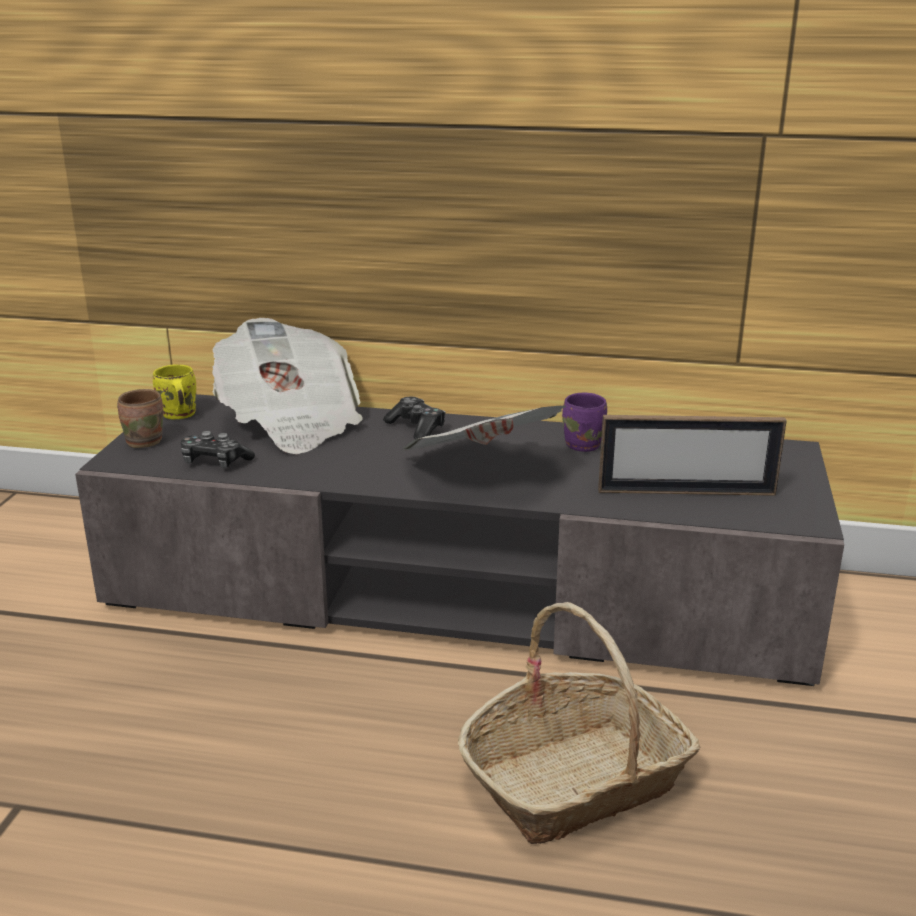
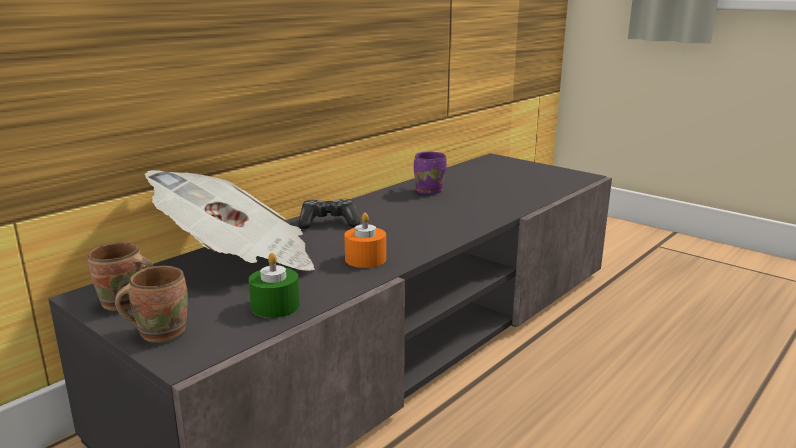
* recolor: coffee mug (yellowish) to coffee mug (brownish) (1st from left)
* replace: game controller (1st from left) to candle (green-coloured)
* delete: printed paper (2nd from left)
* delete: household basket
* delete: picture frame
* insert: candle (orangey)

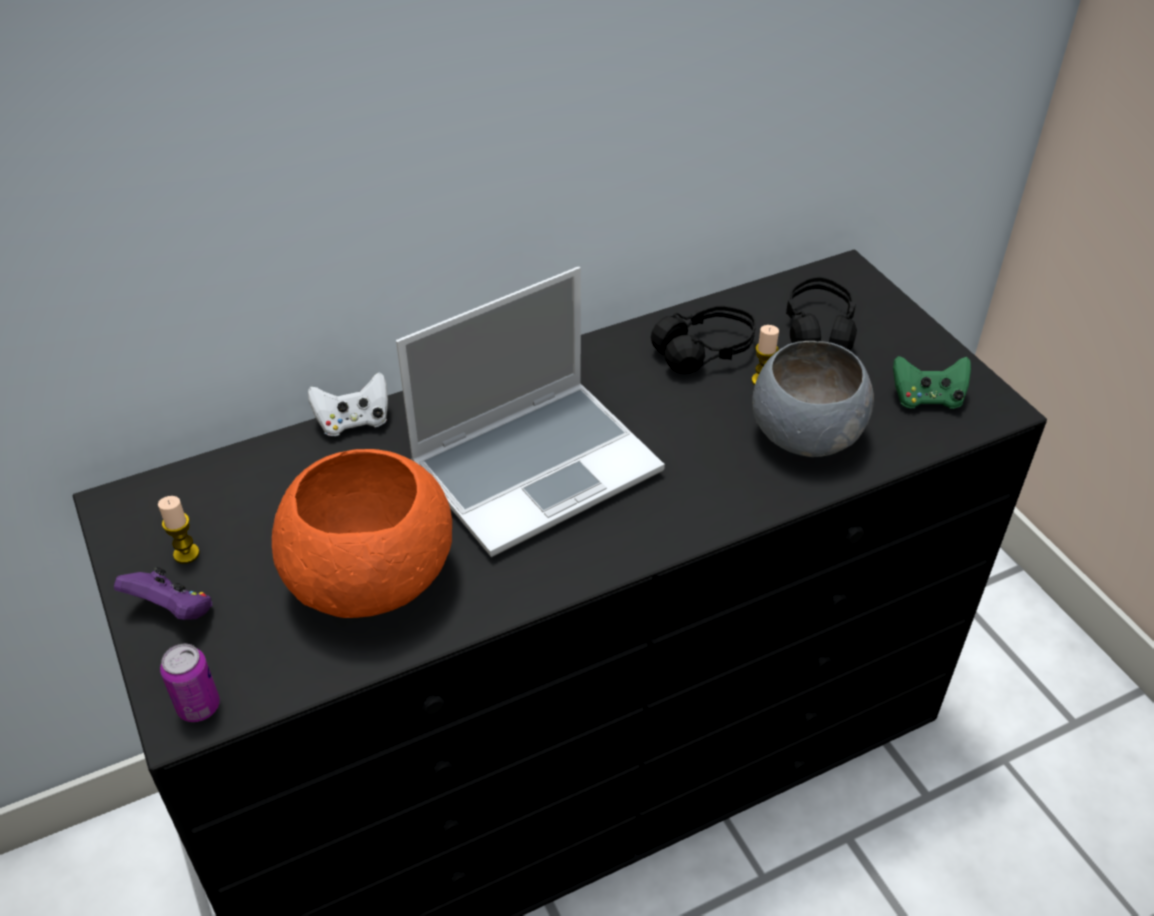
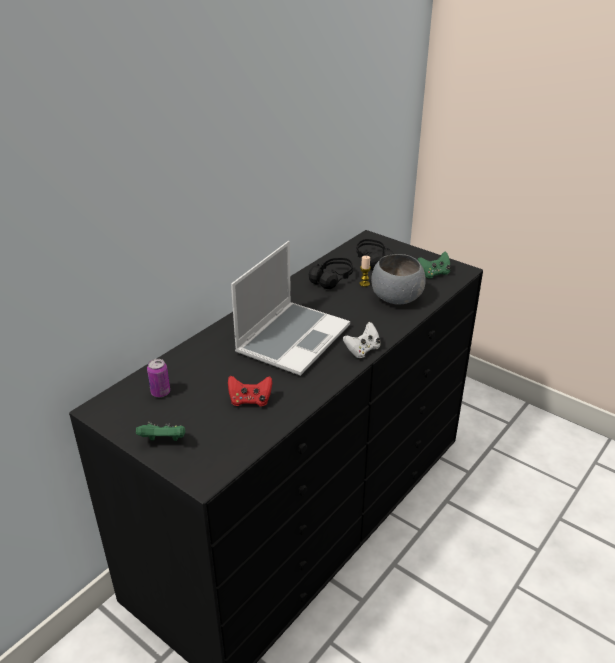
* recolor: game controller (purple) to game controller (green-coloured) (1st from left)
* delete: candle (1st from left)
* move: can
* replace: deep dish (orangey) to game controller (red)
* move: game controller (white)

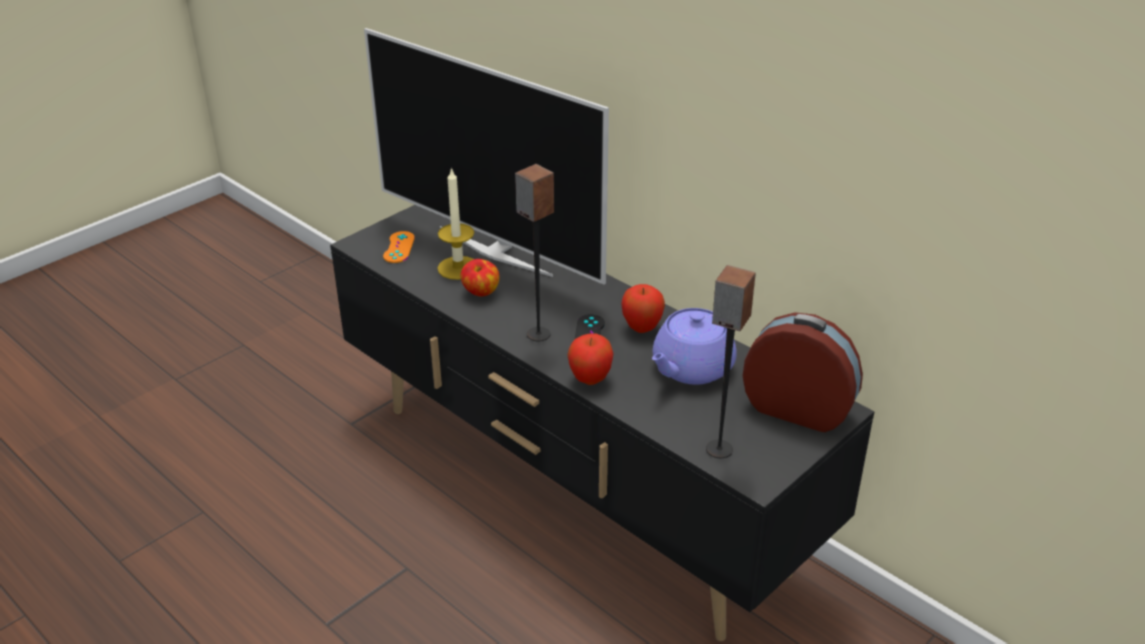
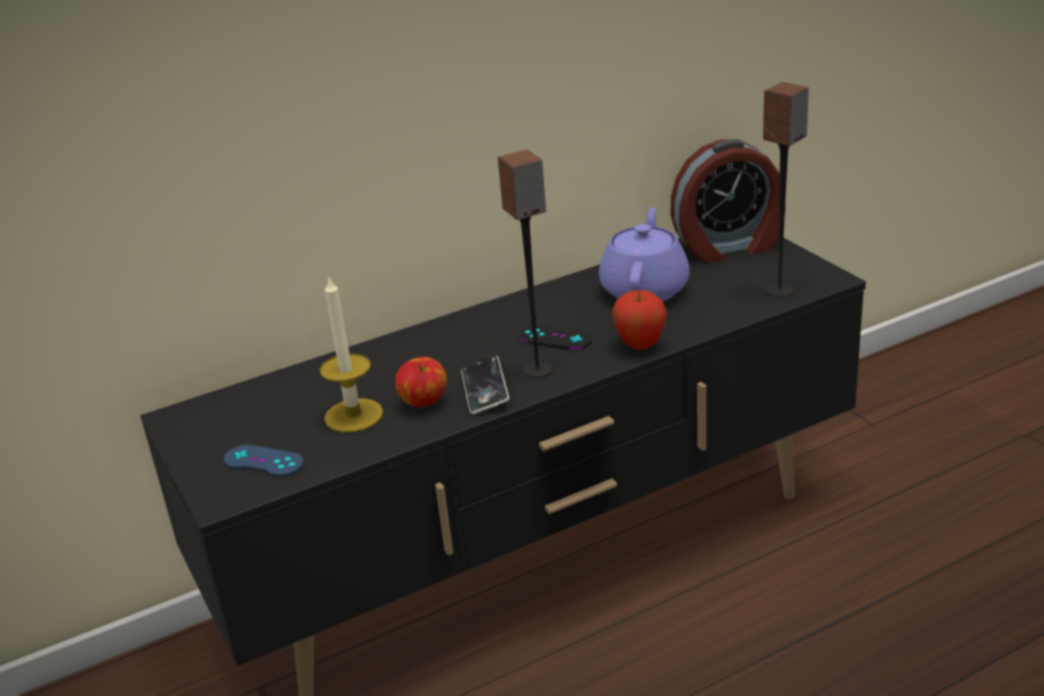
* delete: TV
* recolor: game controller (orangey) to game controller (blue-coloured)
* delete: apple (3rd from left)
* rotate: tea pot (purple) 135 degrees counterclockwise
* rotate: bedside clock 150 degrees counterclockwise
* insert: handset

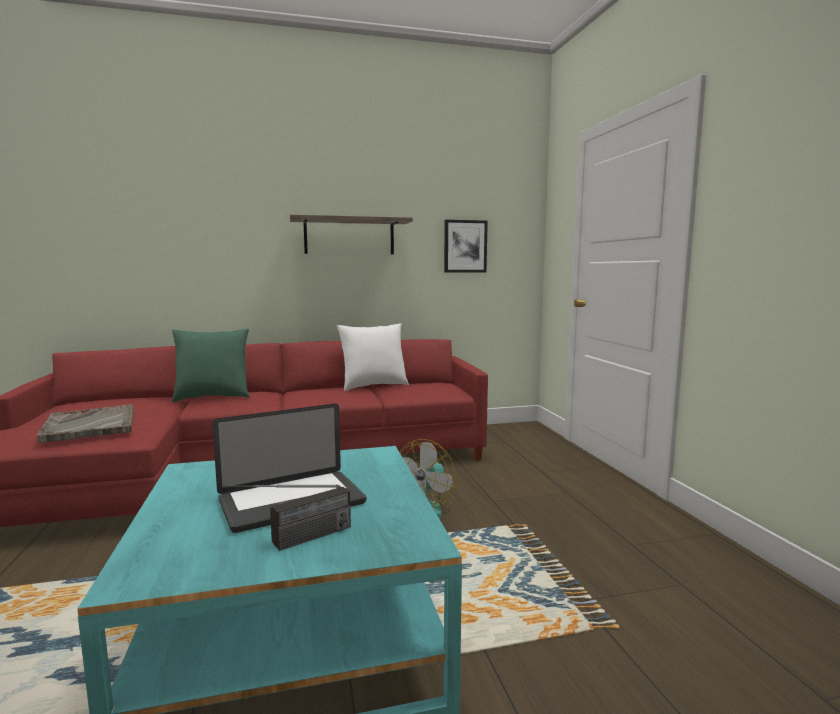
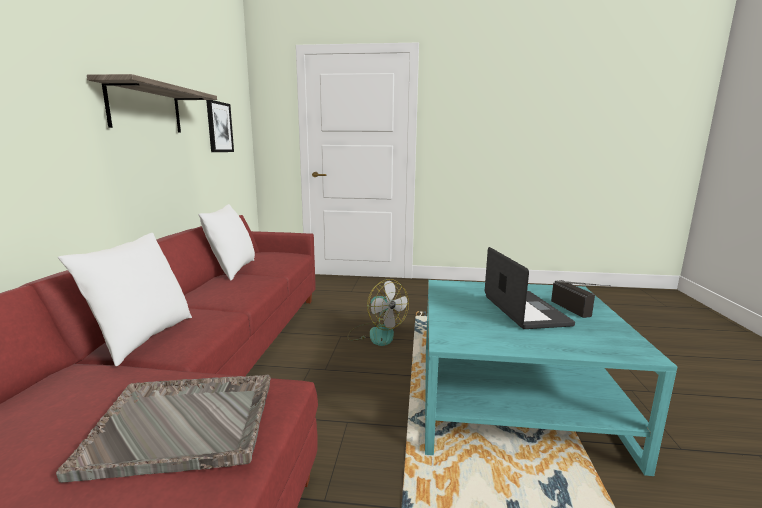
* recolor: cushion (green-coloured) to cushion (white) (1st from left)

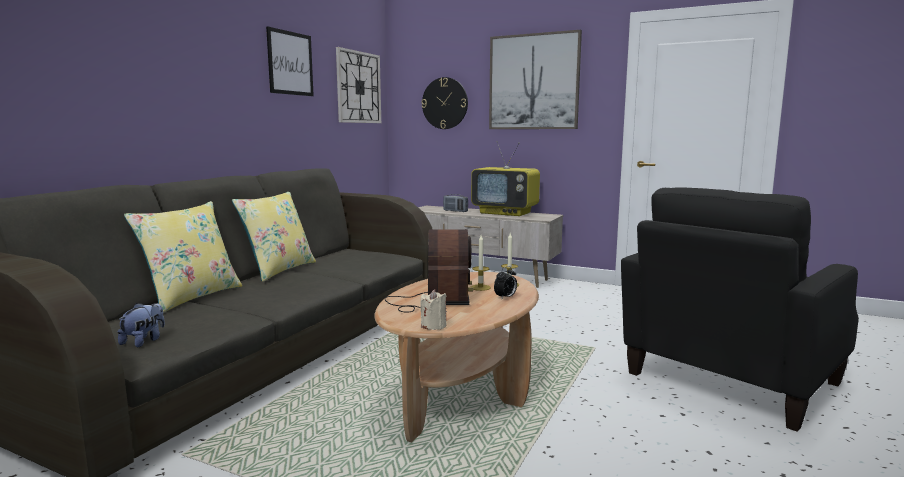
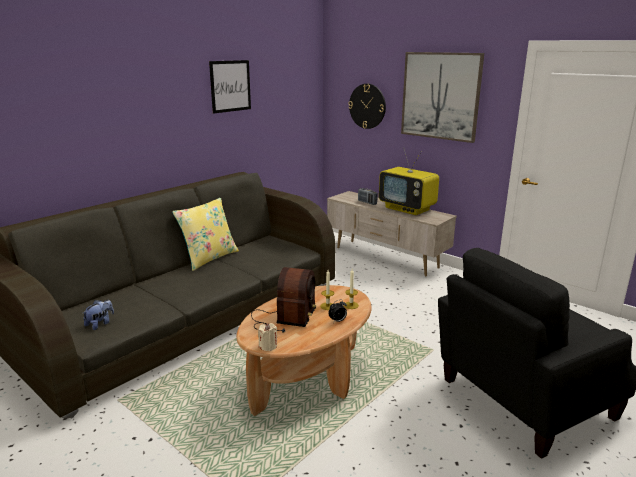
* delete: cushion (yellowish) (1st from left)
* delete: hanging clock (1st from left)

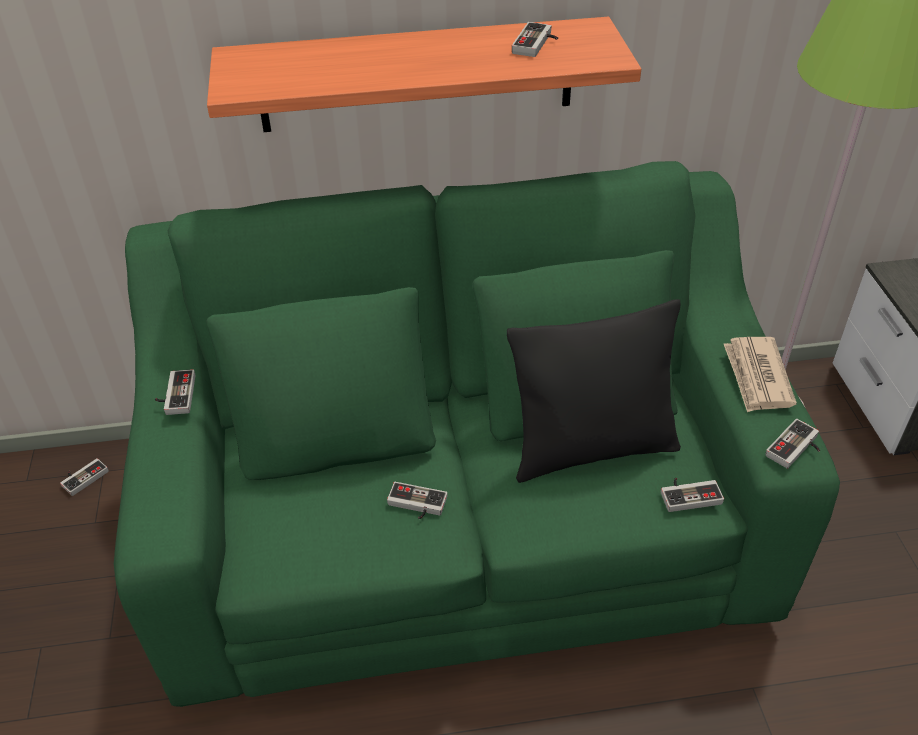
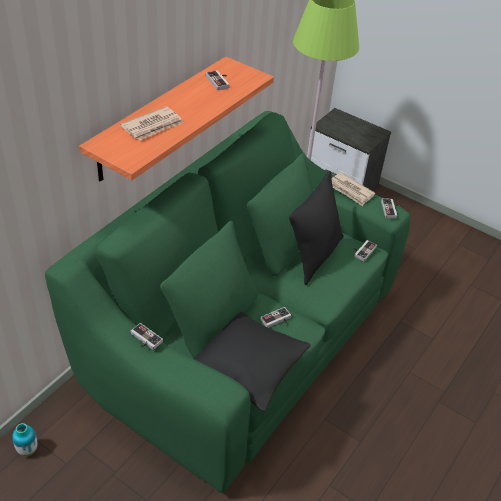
* replace: game controller (1st from left) to decorative vase
* insert: printed paper (1st from left)
* insert: cushion (blackish) (1st from left)

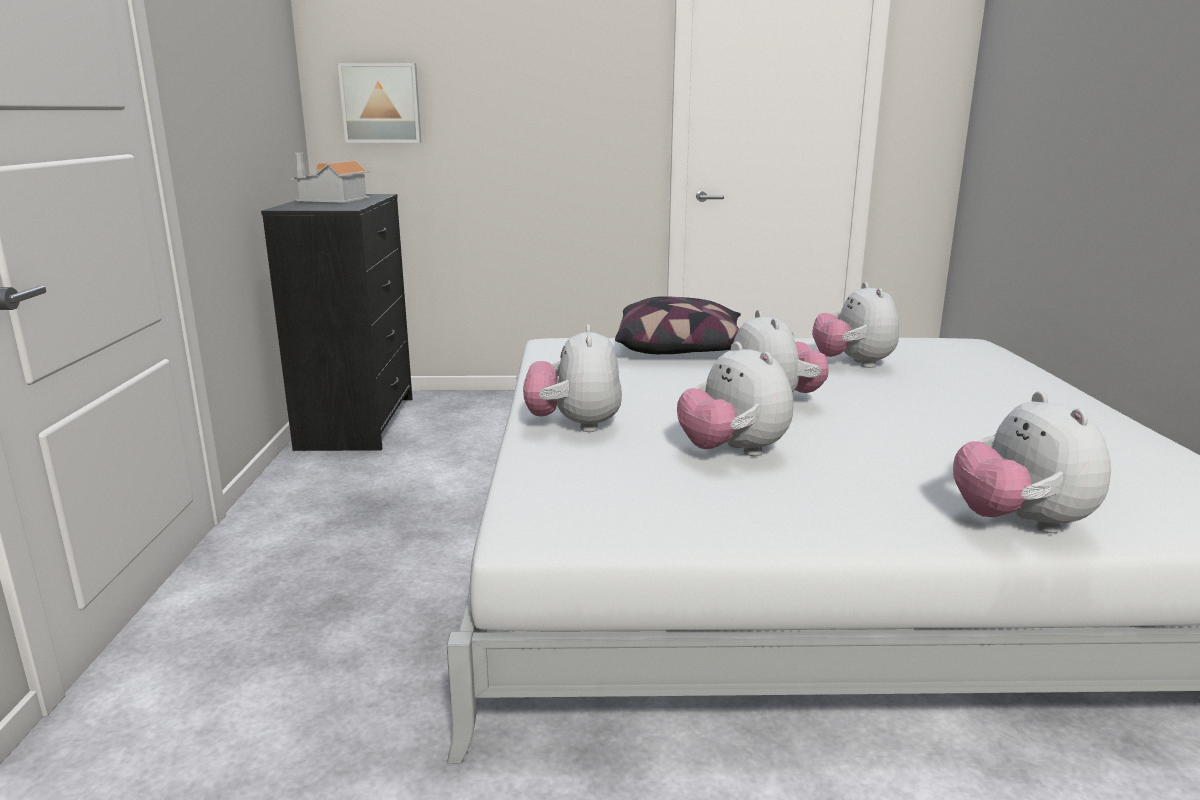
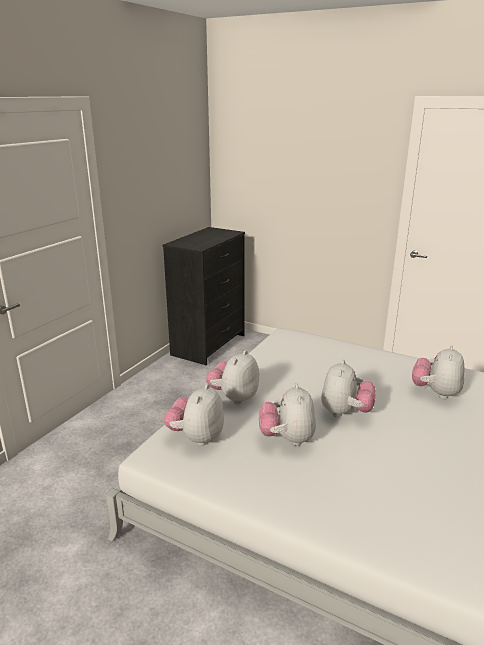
* delete: model house
* delete: picture
* delete: cushion
* move: cuddly toy (5th from left in the first image) to cuddly toy (1st from left)

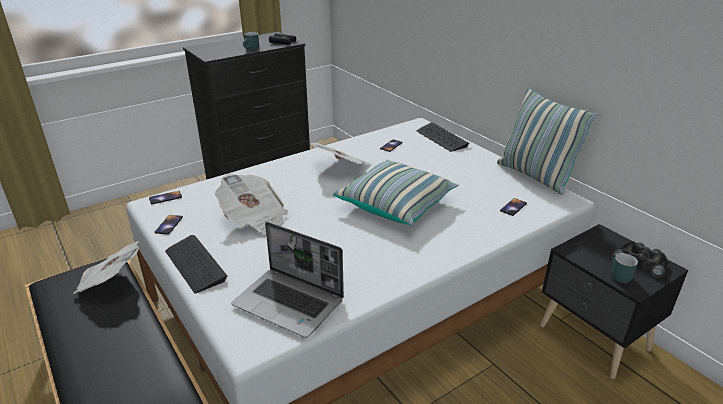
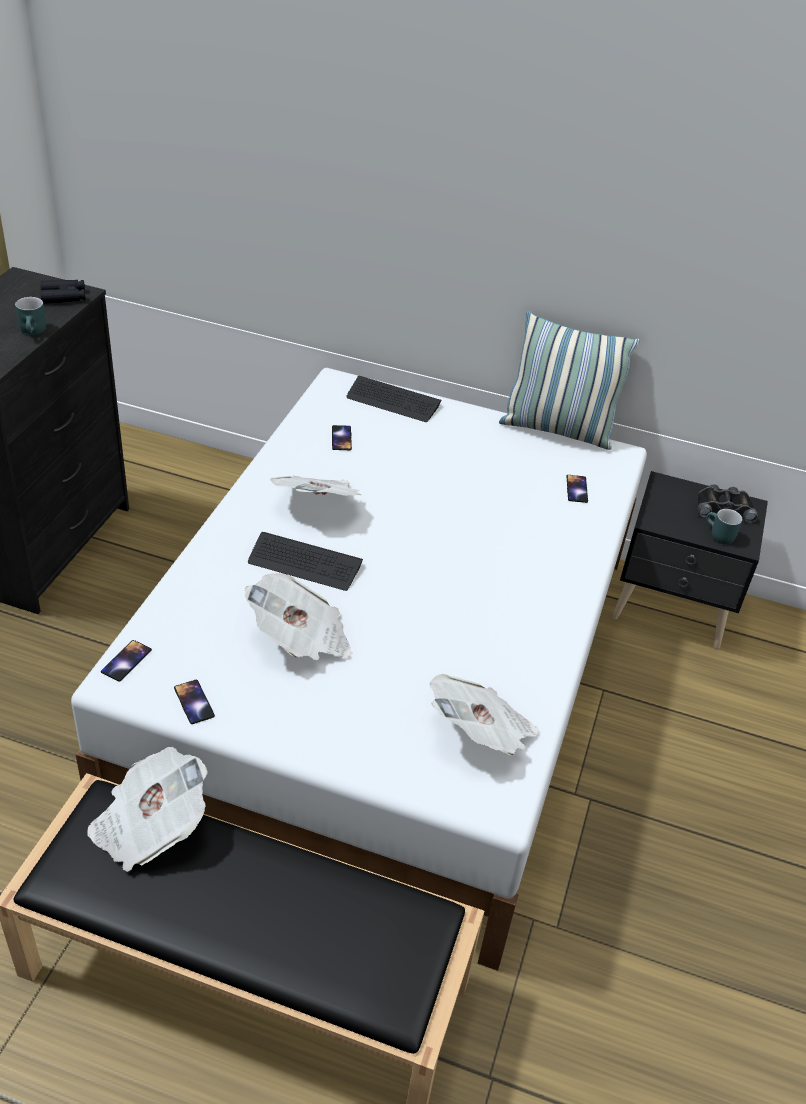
* move: computer keyboard (1st from left)
* replace: notebook computer to printed paper (4th from left)
* delete: cushion (1st from left)

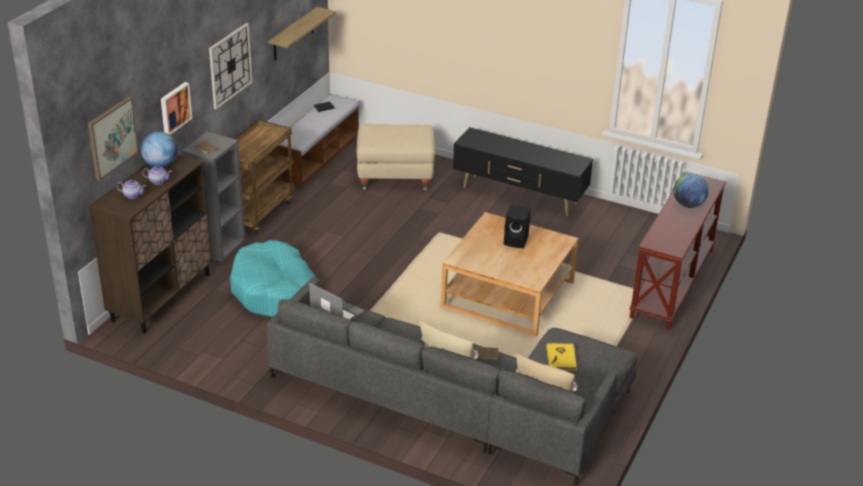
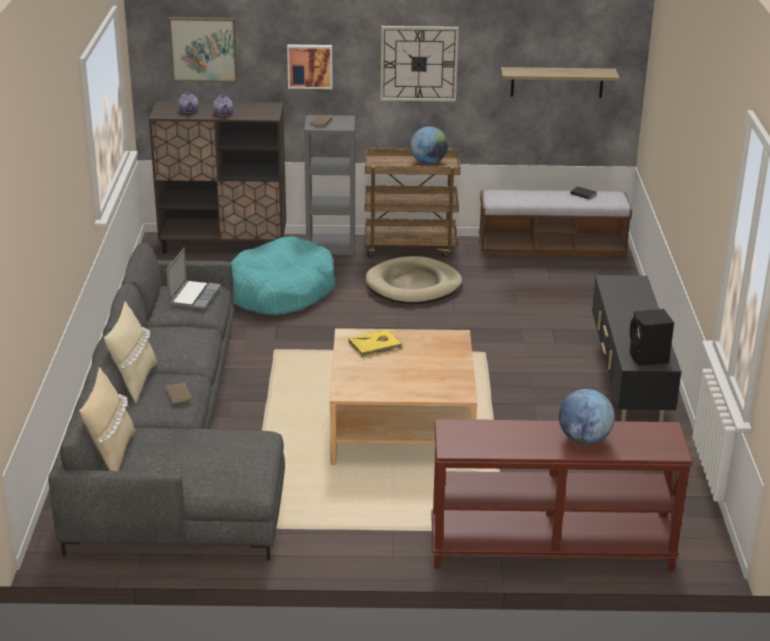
* move: desk globe (1st from left)
* delete: ottoman (beige)
* move: loudspeaker (blackish)
* move: volume (yellowish)
* insert: pet bed (beige)

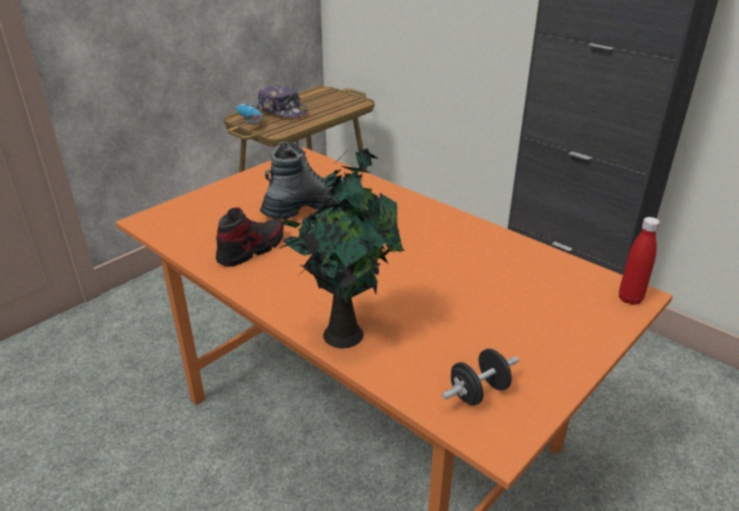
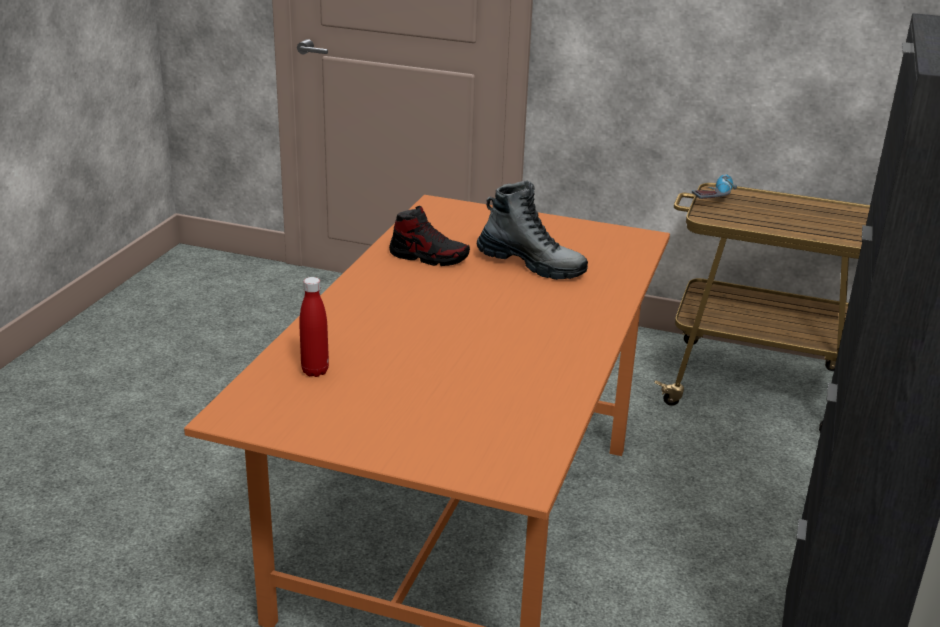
* delete: baseball cap
* delete: houseplant
* delete: free weight (blackish)
* move: beverage bottle (red)

